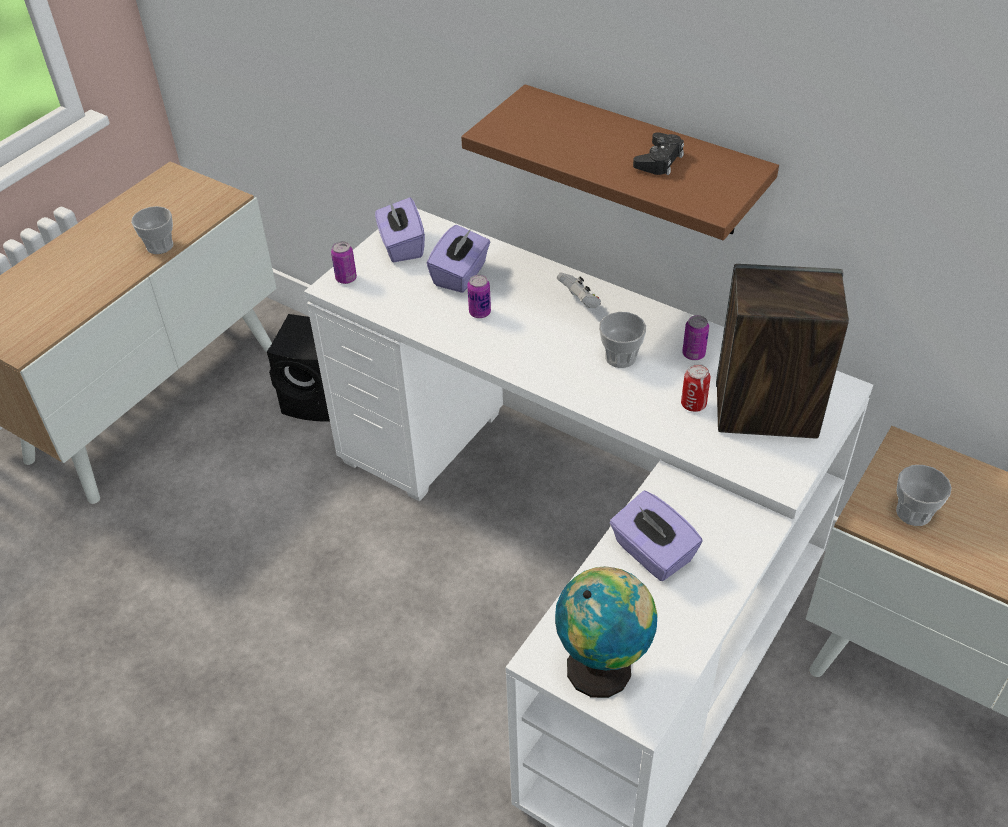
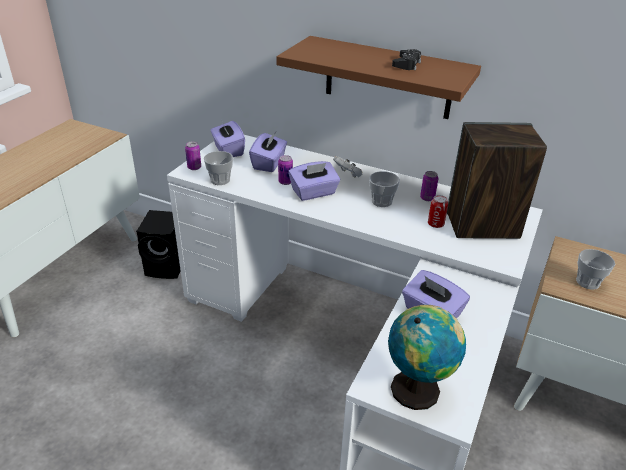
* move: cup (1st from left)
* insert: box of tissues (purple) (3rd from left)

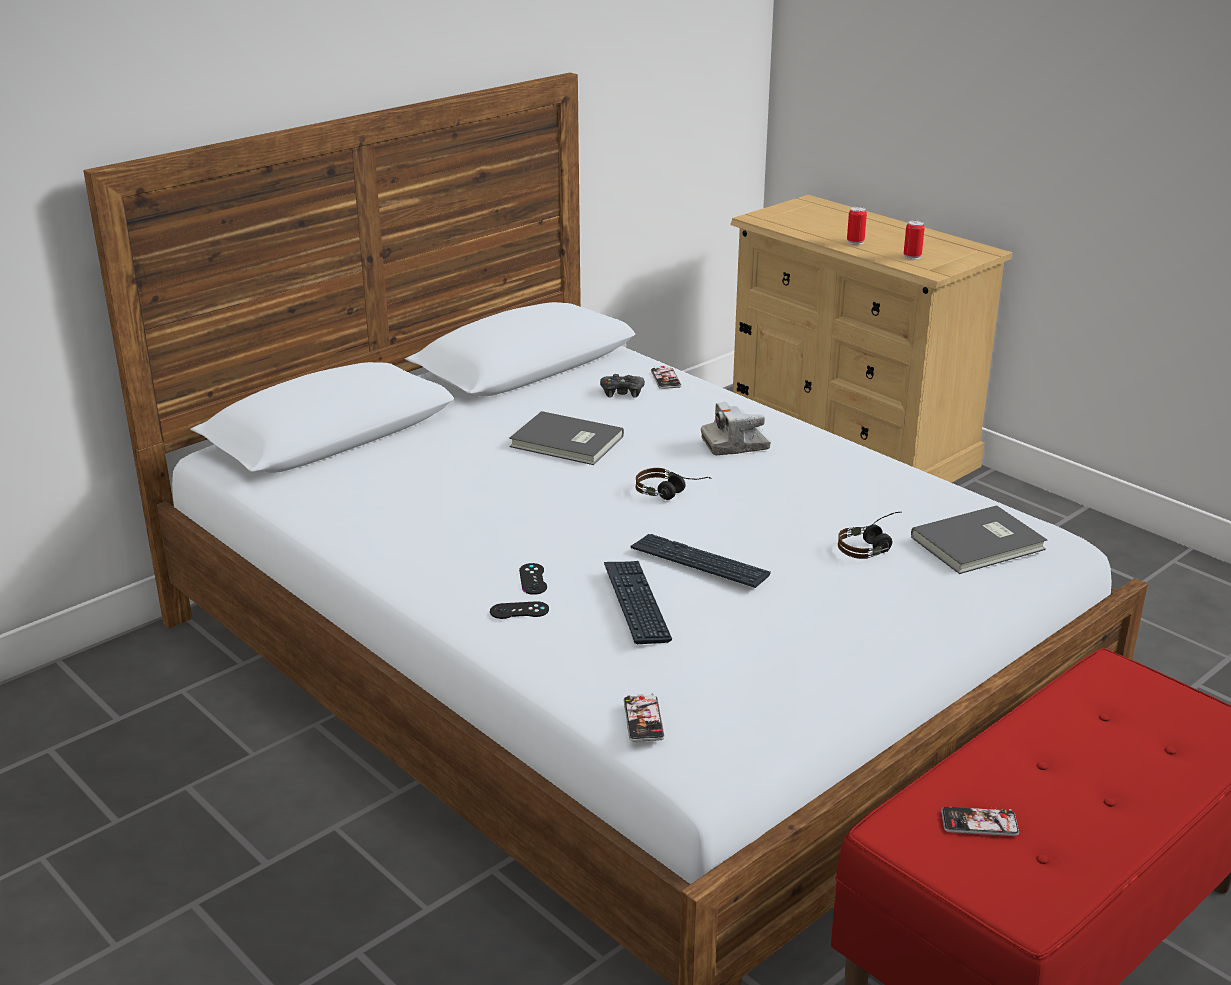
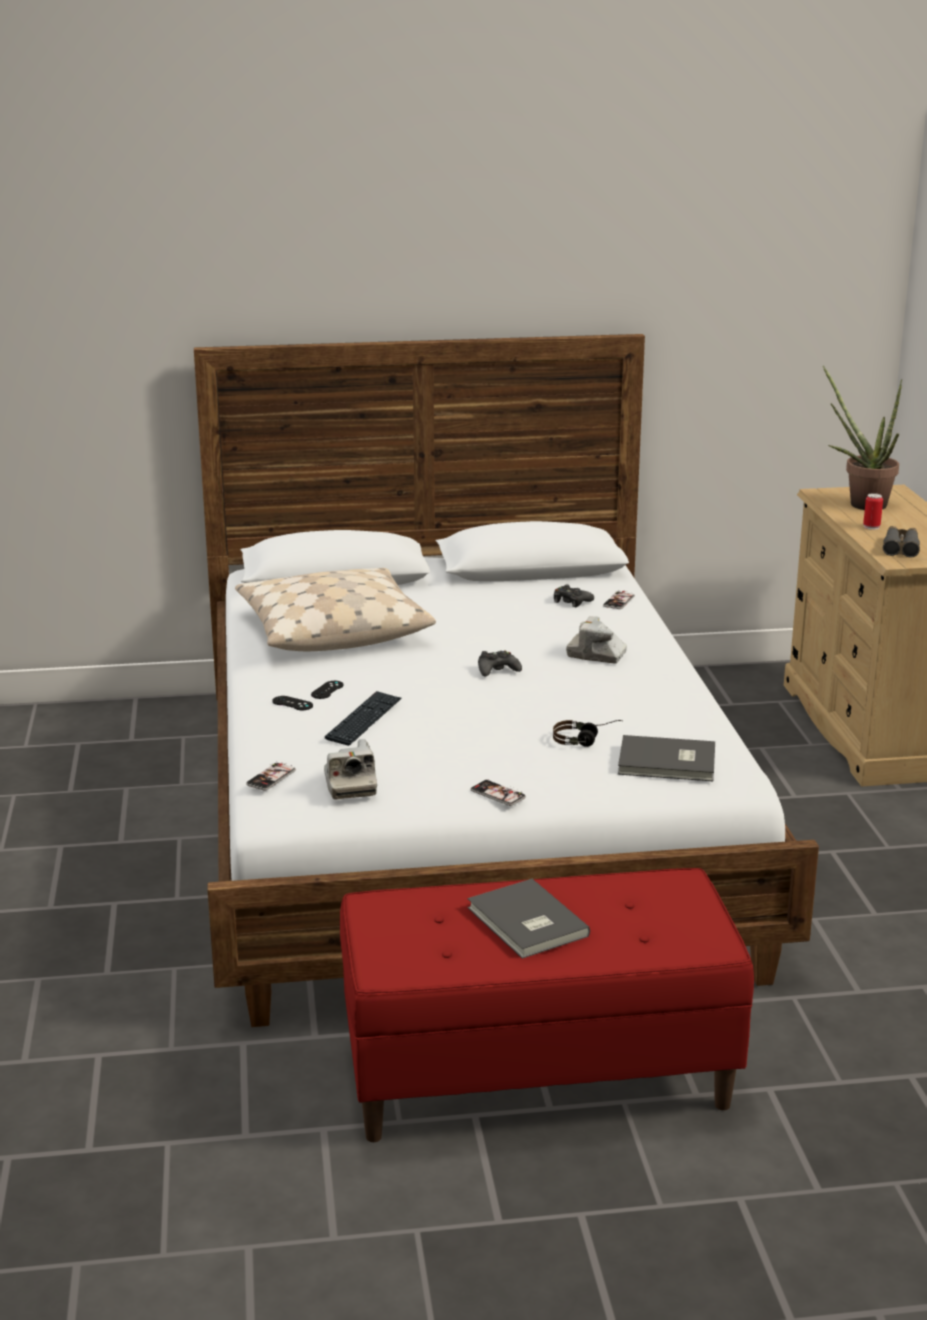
* move: volume (greyish) (1st from left)
* delete: computer keyboard (2nd from left)
* replace: pair of headphones (1st from left) to game controller (blackish) (3rd from left)
* replace: can (2nd from left) to binoculars (greyish)
* move: handset (3rd from left in the first image) to handset (2nd from left)
* insert: cushion (beige)
* insert: photo camera (1st from left)
* insert: houseplant

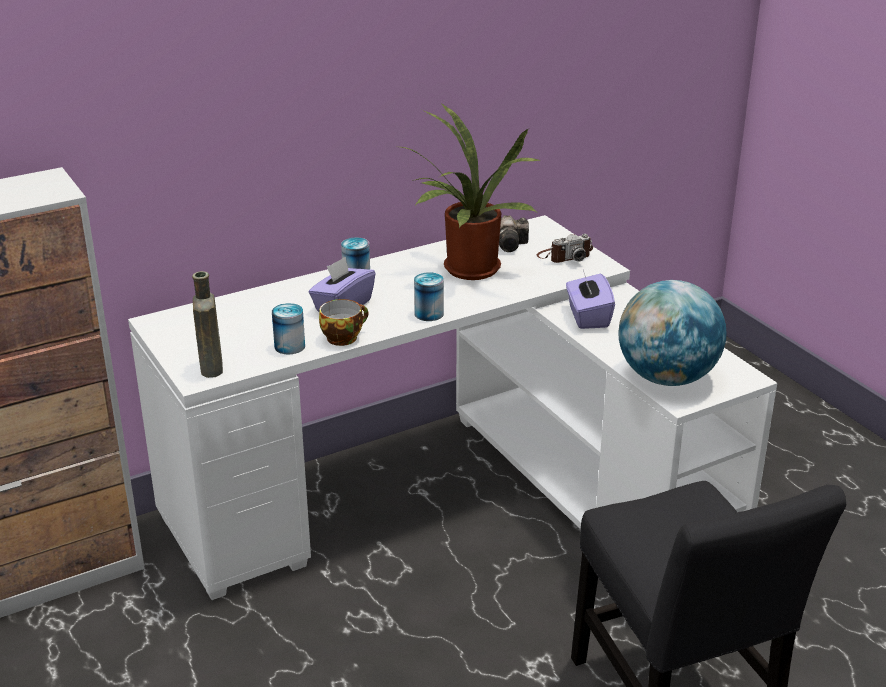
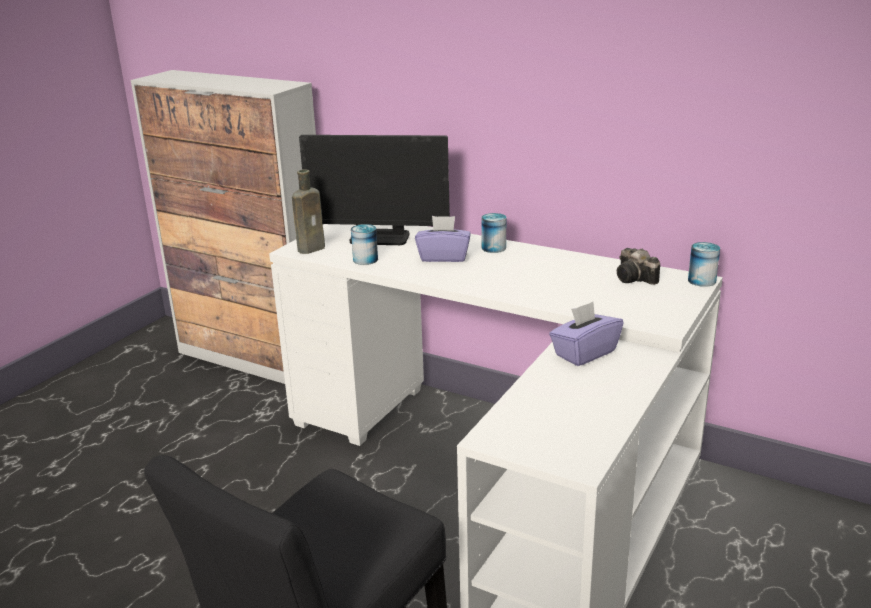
* delete: cup
* delete: houseplant
* move: can (3rd from left)
* delete: photo camera (2nd from left)
* delete: desk globe
* insert: computer display

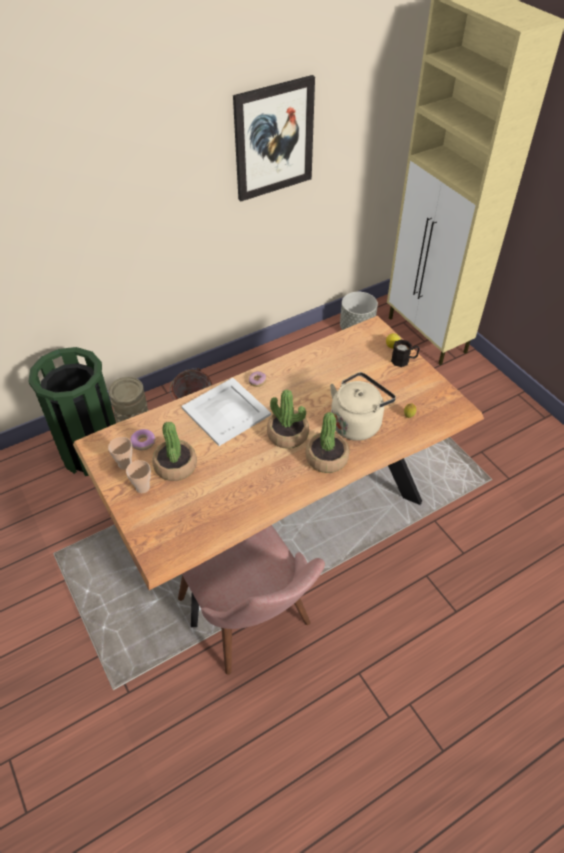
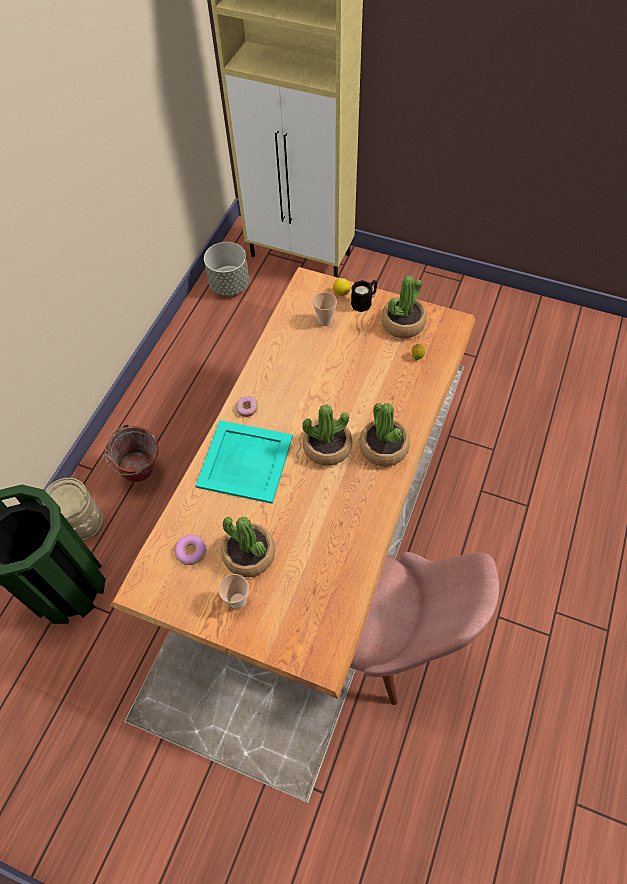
* move: cup (1st from left in the first image) to cup (2nd from left)
* recolor: tray (white) to tray (blue-green)
* delete: picture
* delete: tea kettle (beige)
* insert: houseplant (4th from left)

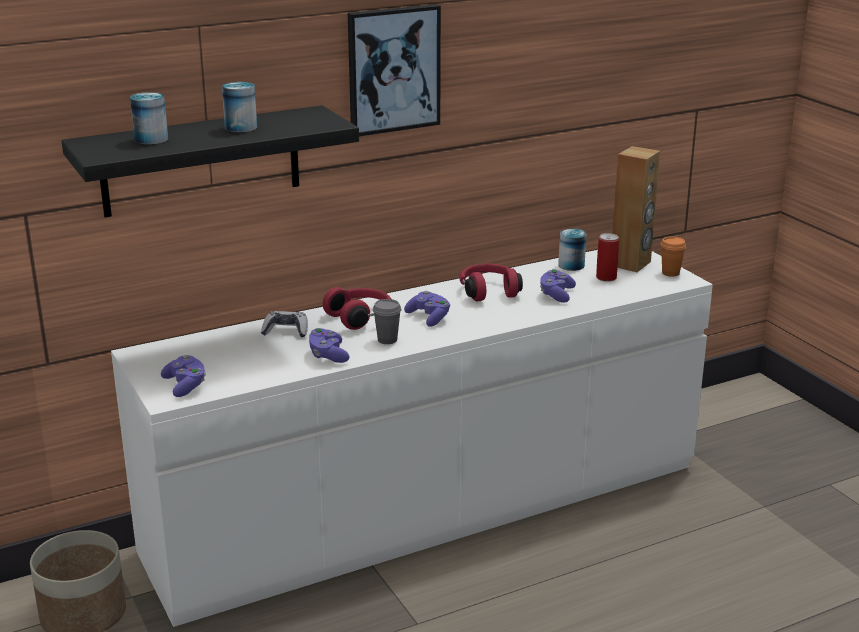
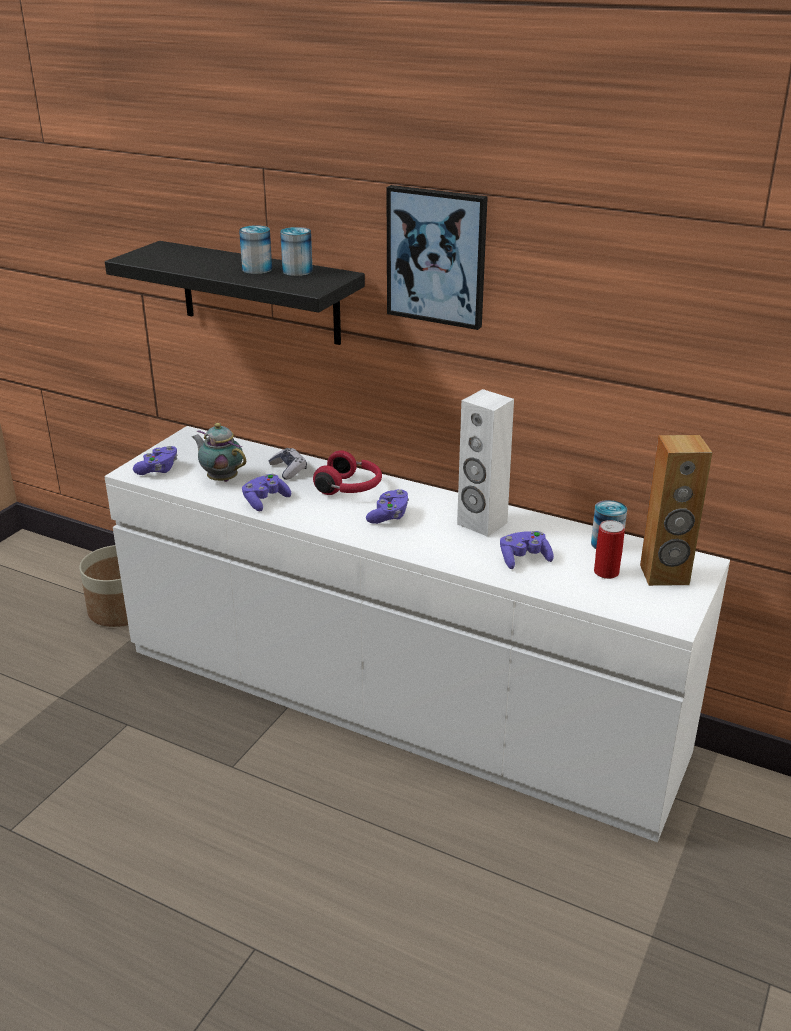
* move: can (1st from left in the first image) to can (2nd from left)
* delete: cup (greyish)
* replace: pair of headphones (red) (2nd from left) to loudspeaker (white)
* delete: cup (orangey)
* insert: tea pot

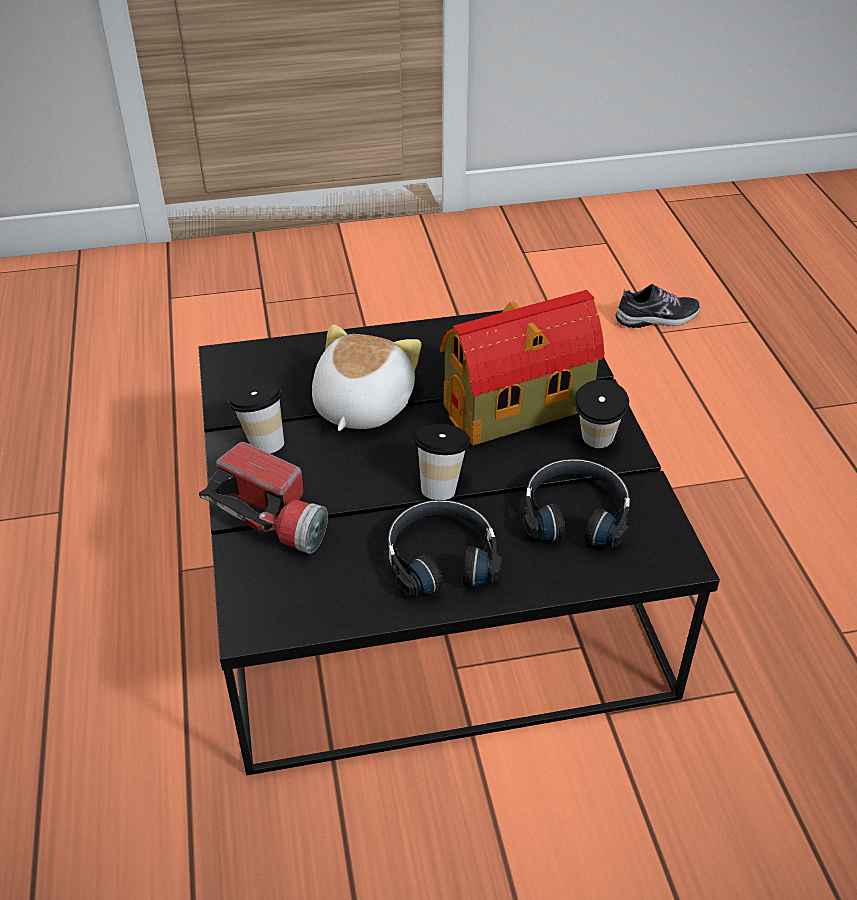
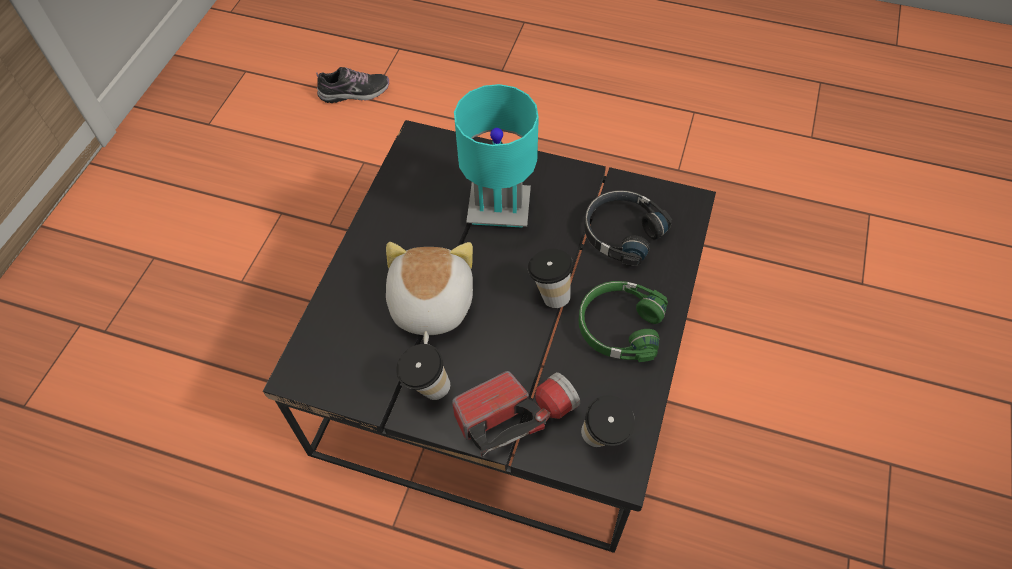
* rotate: cuddly toy 45 degrees clockwise
* recolor: pair of headphones (blackish) (1st from left) to pair of headphones (green-coloured)
* replace: model house to tabletop lamp (blue-green)
* move: cup (3rd from left)
* rotate: item of footwear 60 degrees clockwise

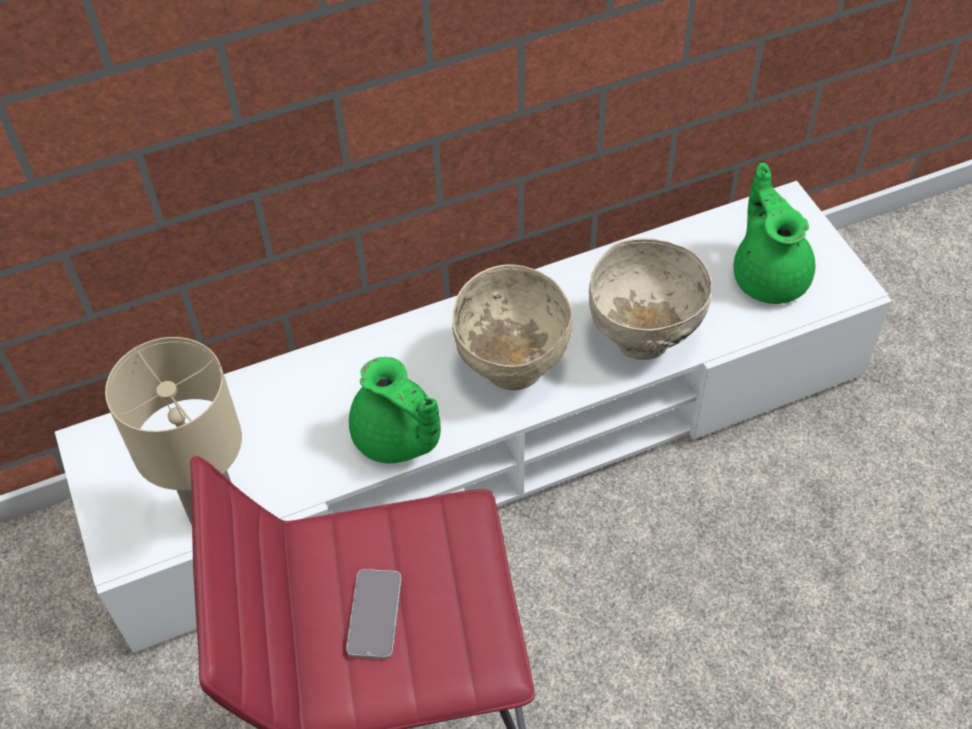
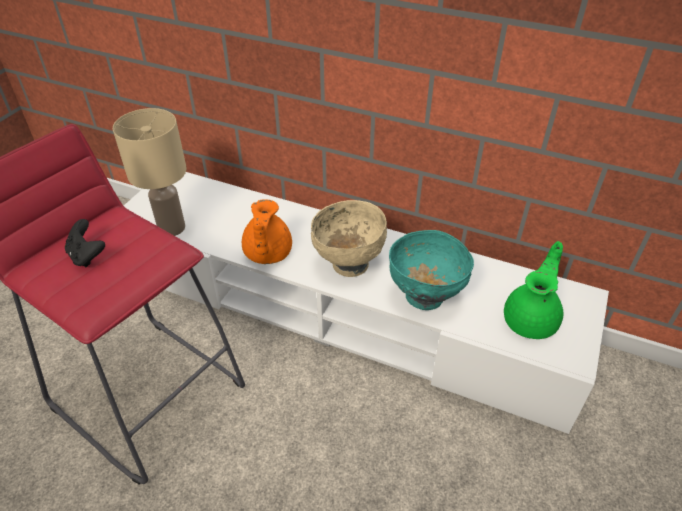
* replace: handset to game controller (blackish)
* recolor: tea pot (green-coloured) (1st from left) to tea pot (orangey)
* recolor: deep dish (beige) (2nd from left) to deep dish (blue-green)

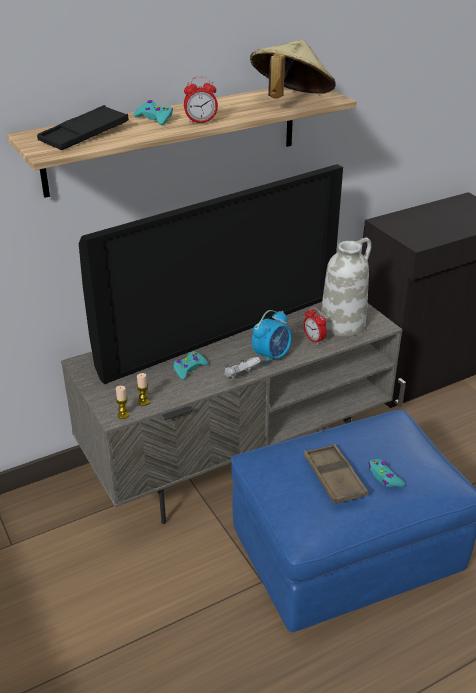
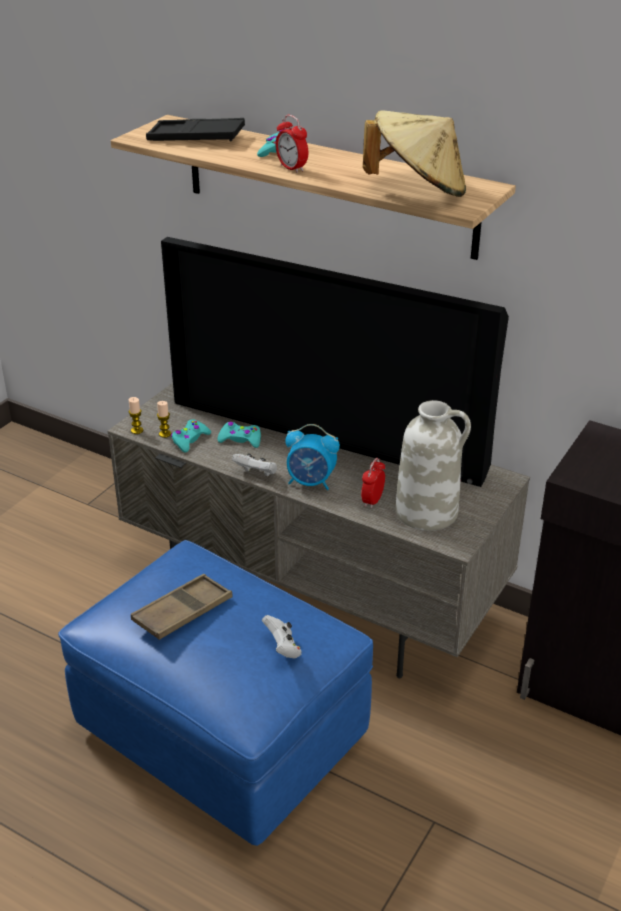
* move: game controller (blue-green) (3rd from left in the first image) to game controller (blue-green) (1st from left)
* insert: game controller (white) (2nd from left)

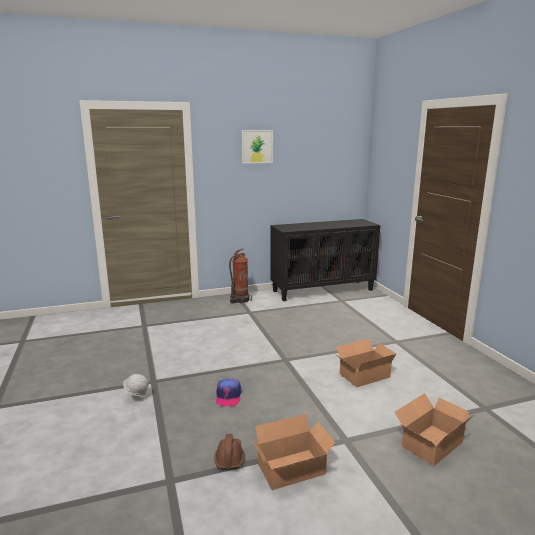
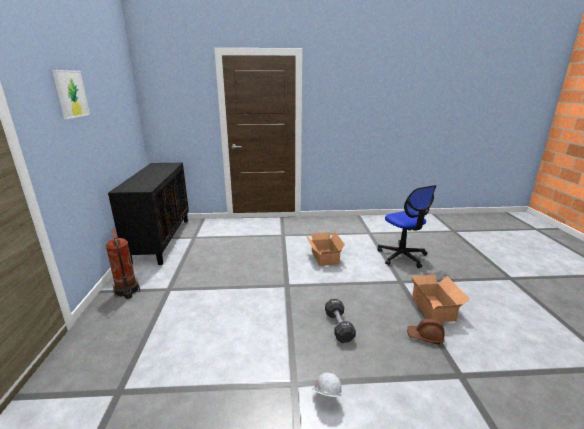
* replace: baseball cap to free weight (blackish)
* replace: carton (3rd from left) to desk chair

